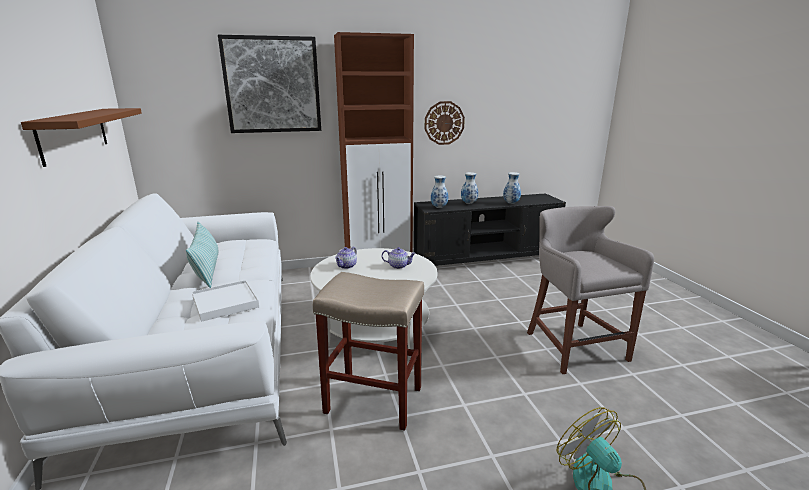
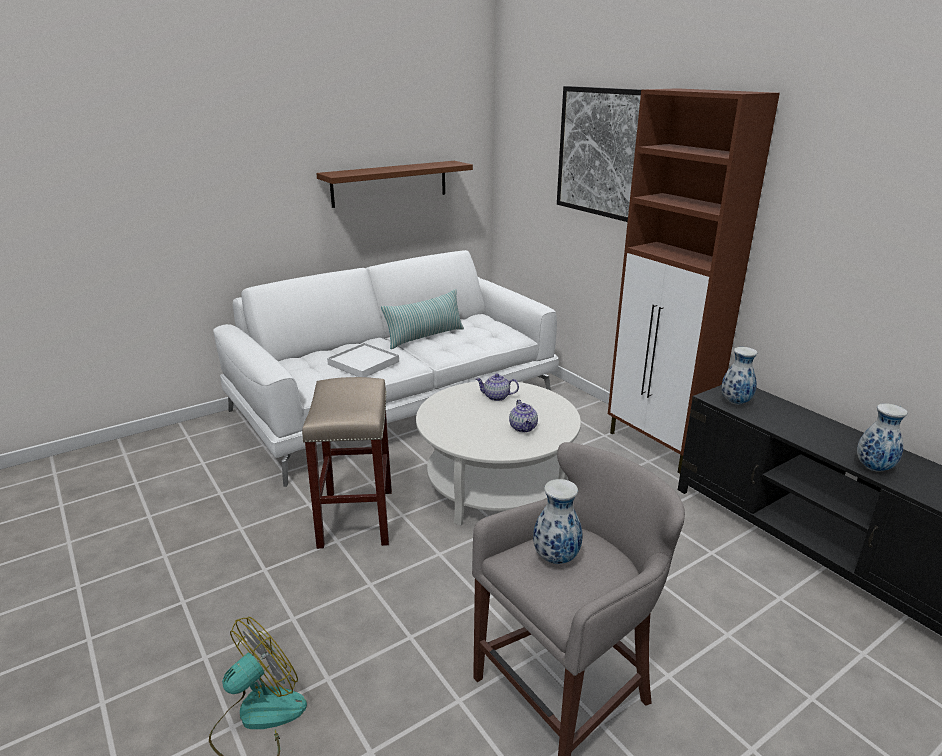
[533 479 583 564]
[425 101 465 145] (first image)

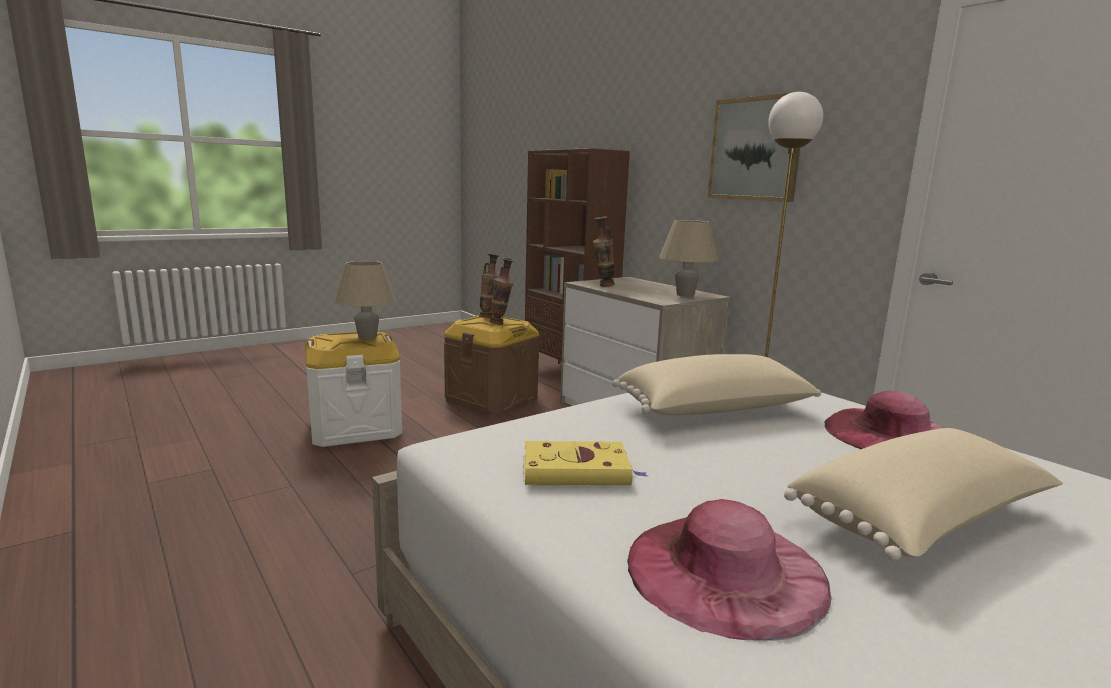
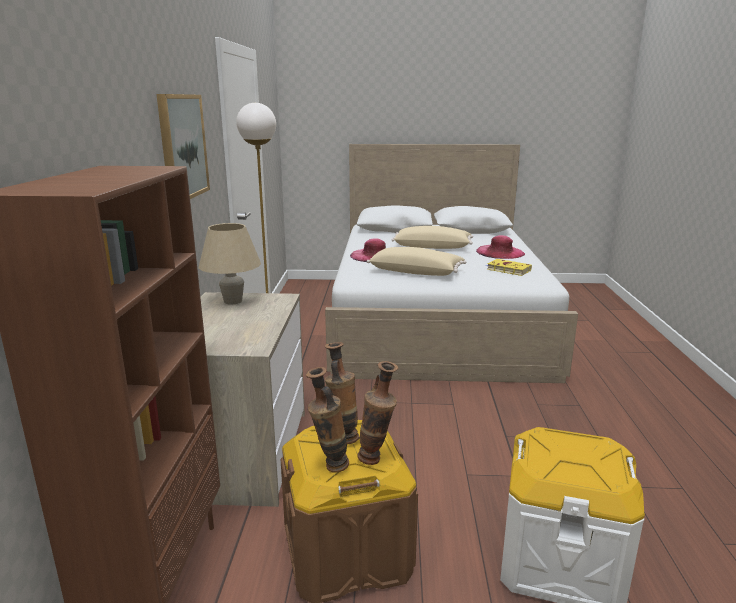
[357 361 398 465]
[335 261 397 340] (first image)

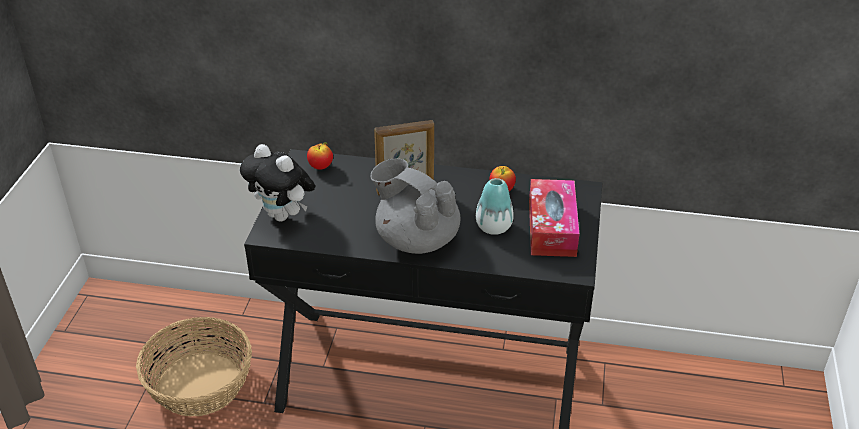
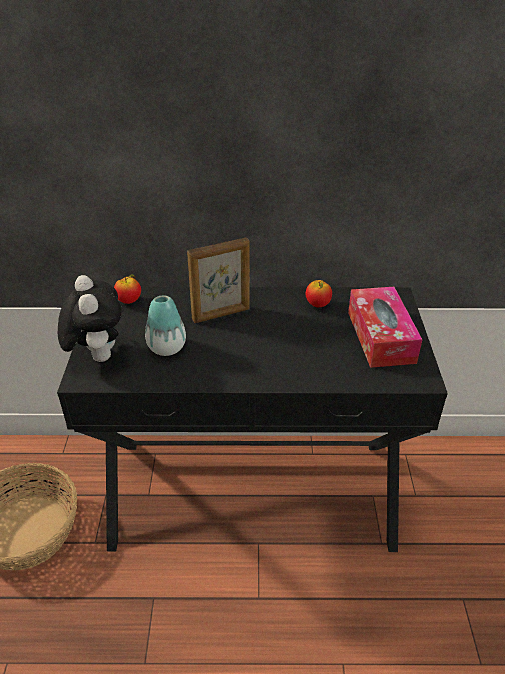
[58 275 122 362]
[145 295 186 356]
[370 159 460 254] (first image)

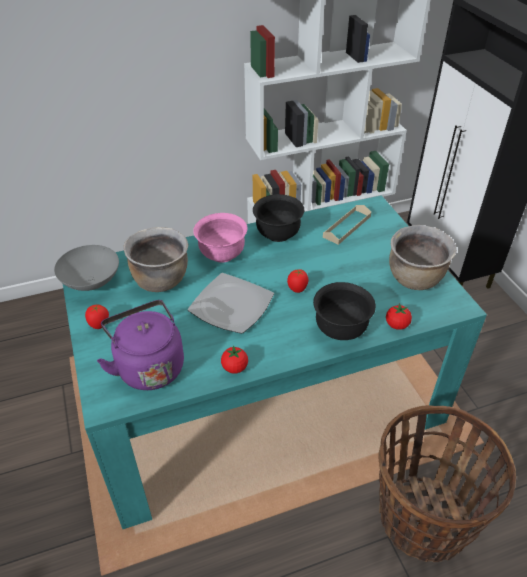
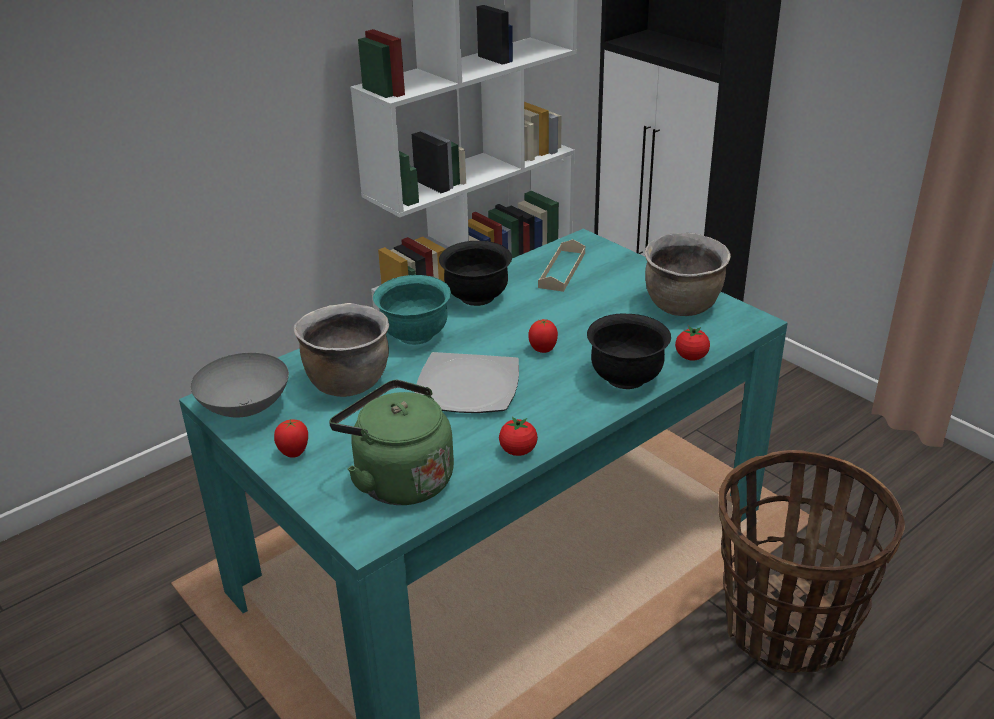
[329 380 454 505]
[373 275 451 345]

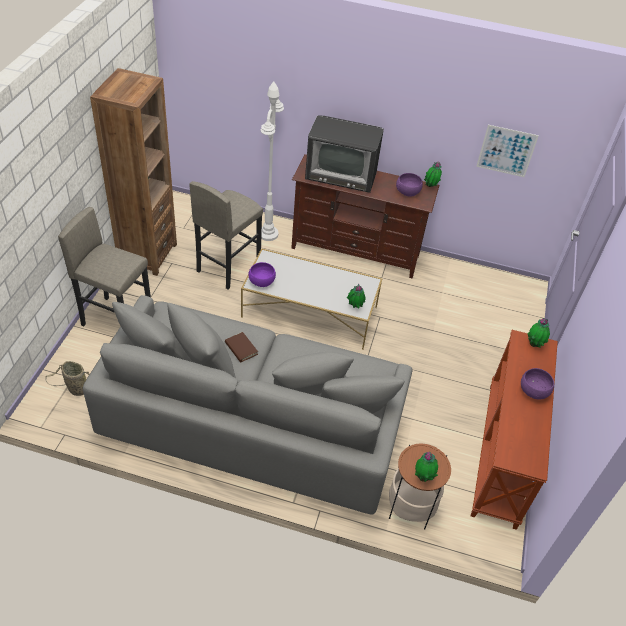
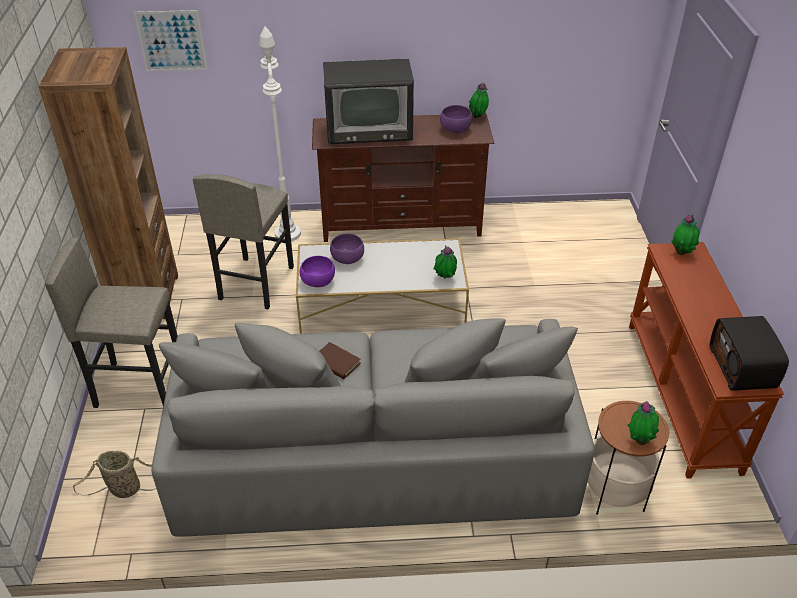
[134 10 208 71]
[330 233 364 264]
[710 316 789 391]

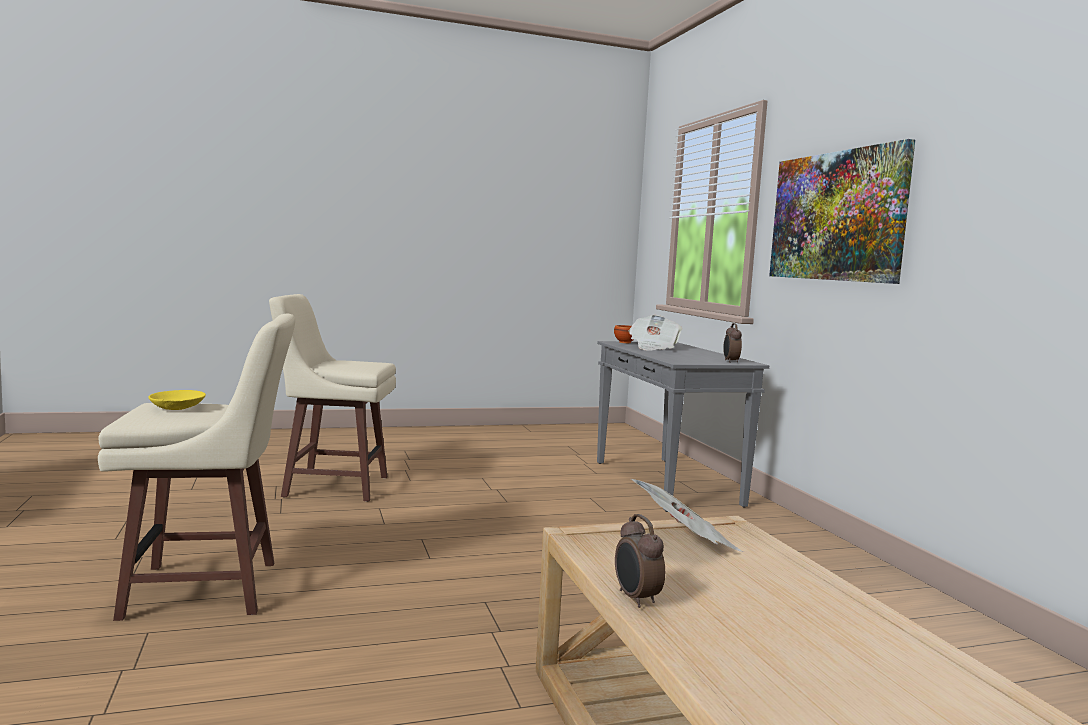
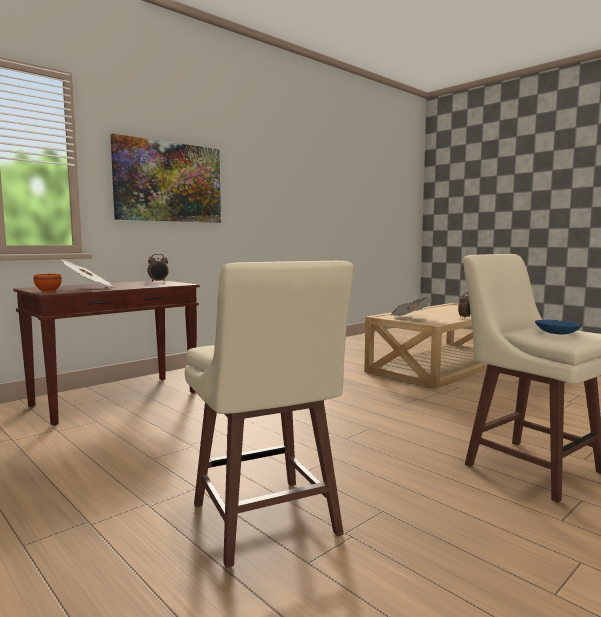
[13 280 200 426]
[535 320 582 334]

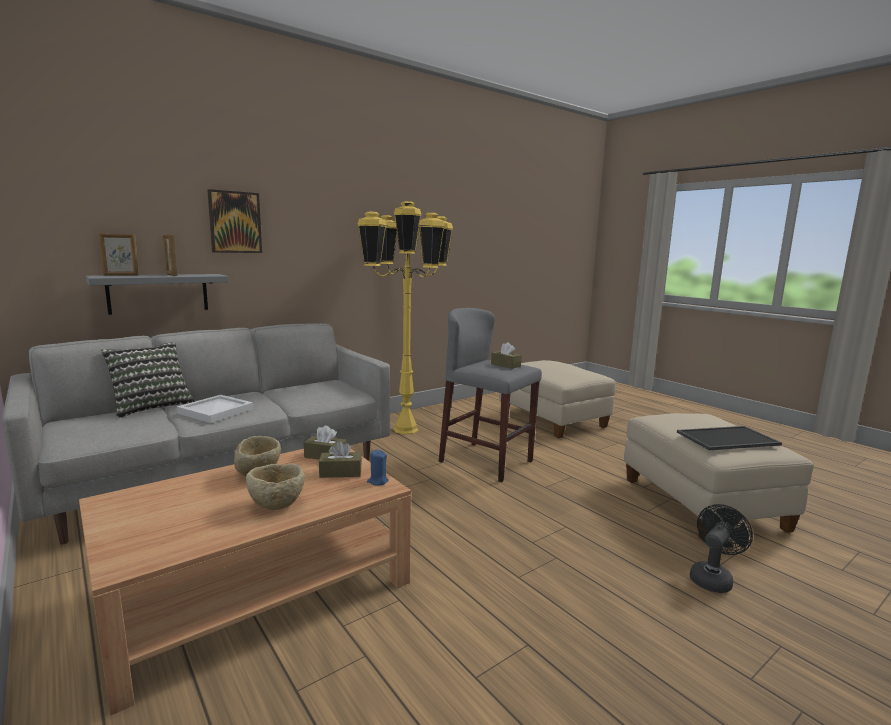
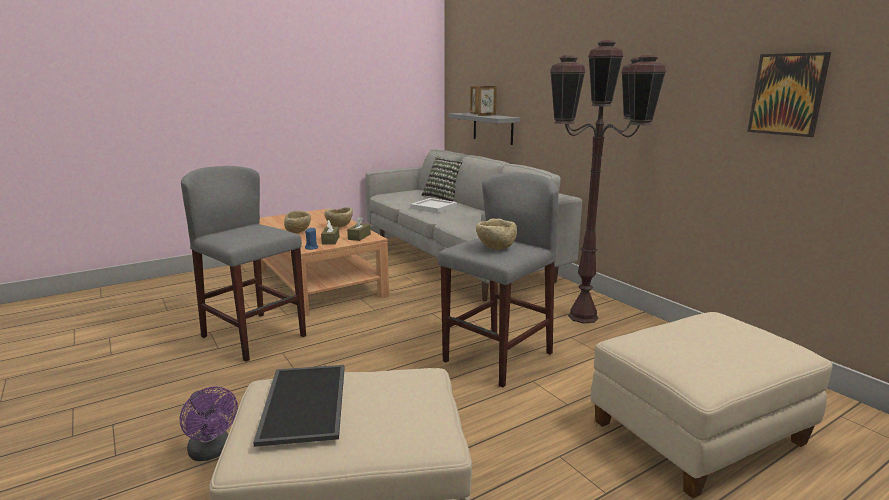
[180 386 238 461]
[181 166 306 362]
[476 218 517 250]
[550 40 666 324]
[747 52 831 137]

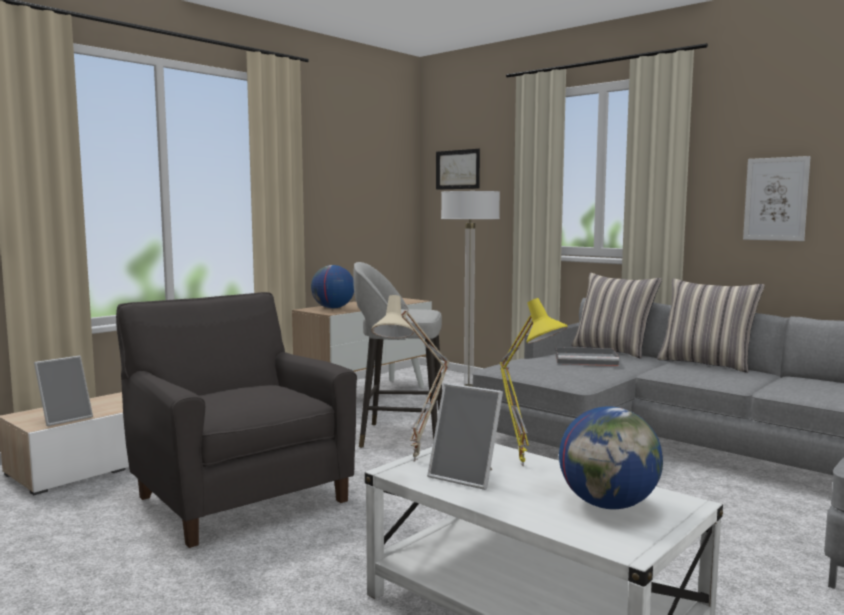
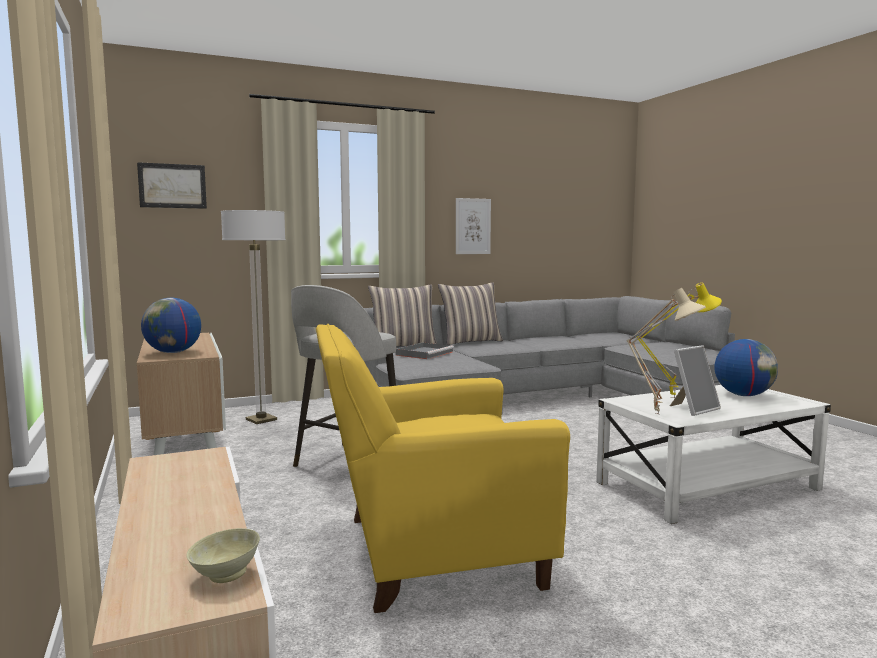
[187 528 260 583]
[316 324 570 613]

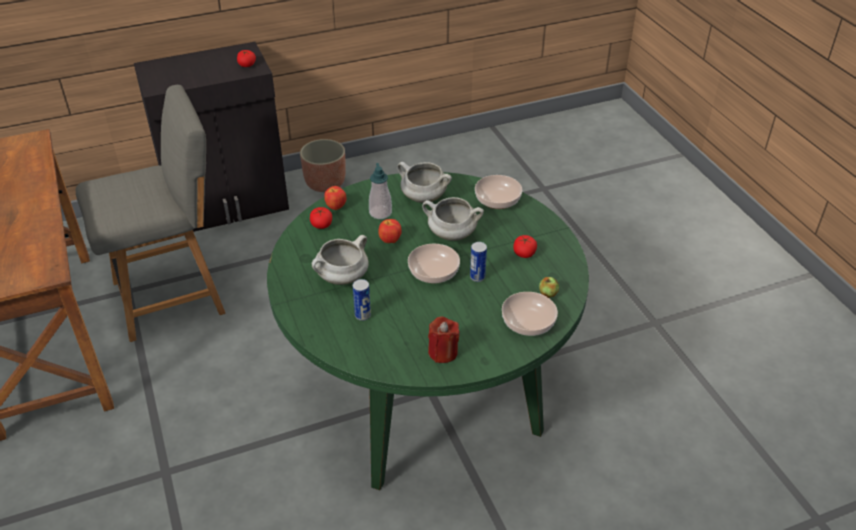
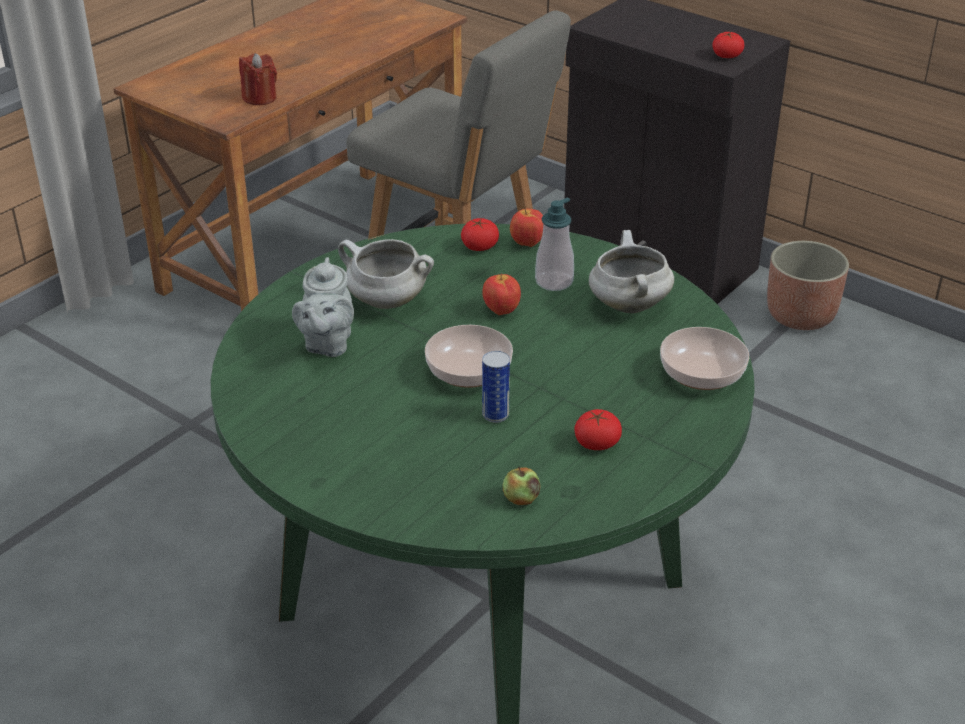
[239 53 277 105]
[292 257 354 357]
[422 197 484 241] (first image)
[502 292 558 336] (first image)

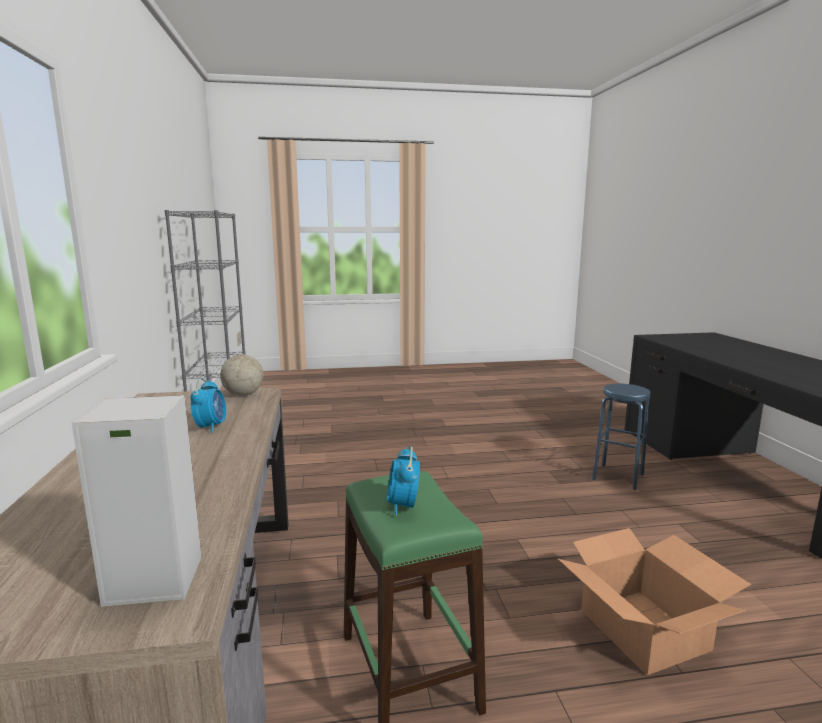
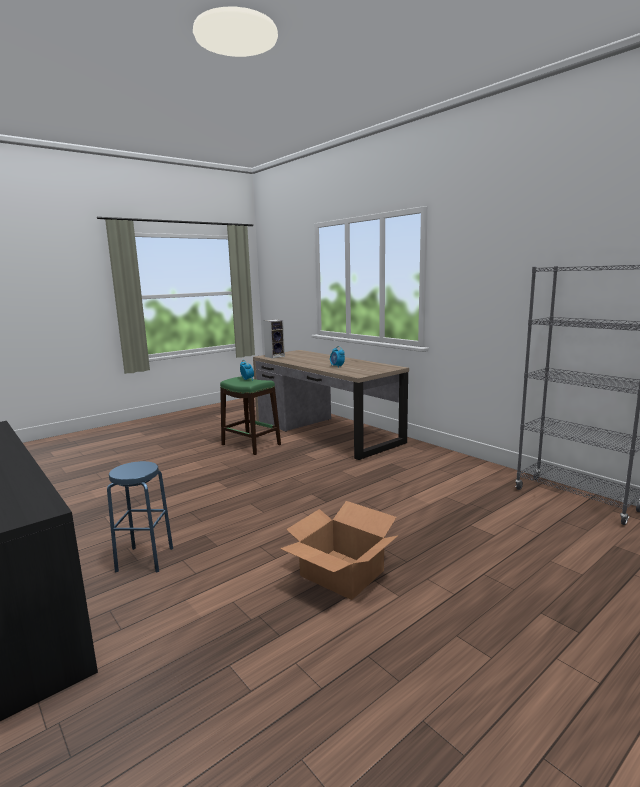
[280 501 398 600]
[220 331 263 396] (first image)

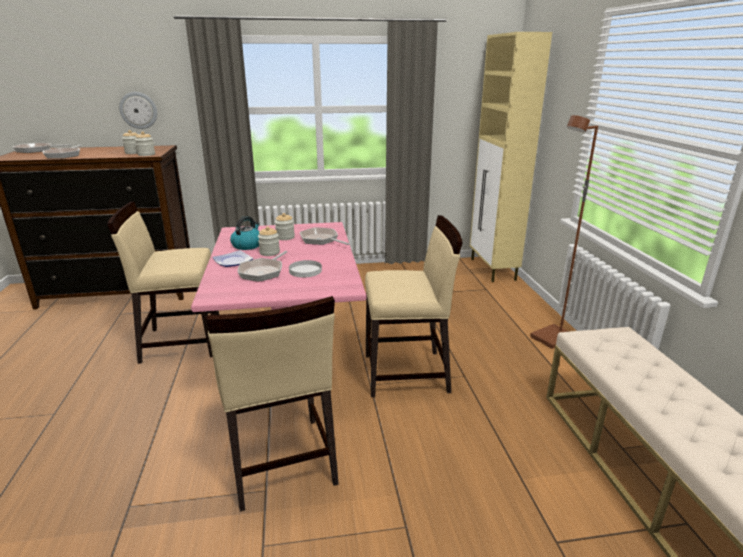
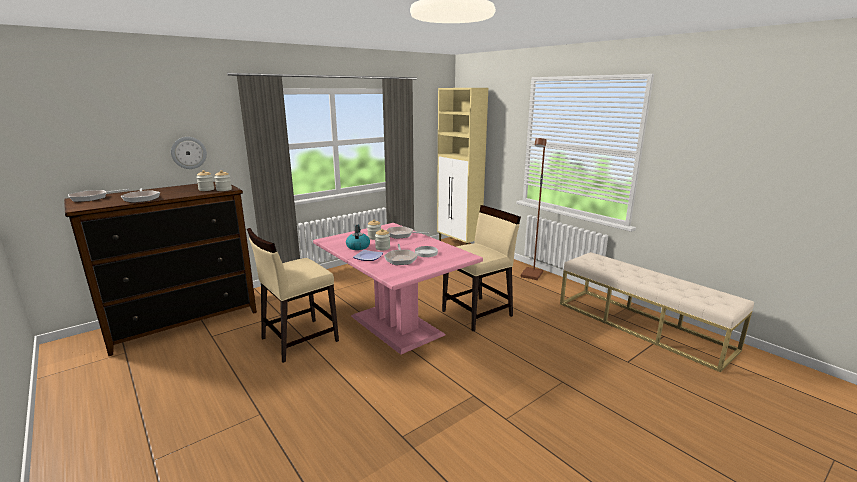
[206 296 339 512] (first image)

